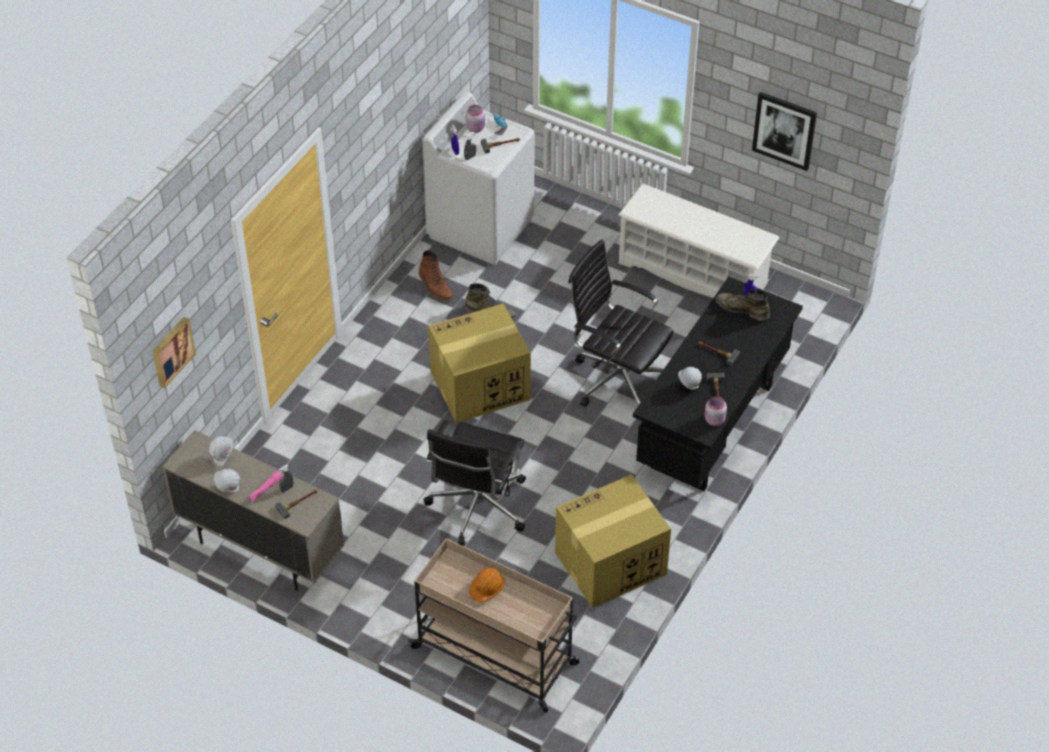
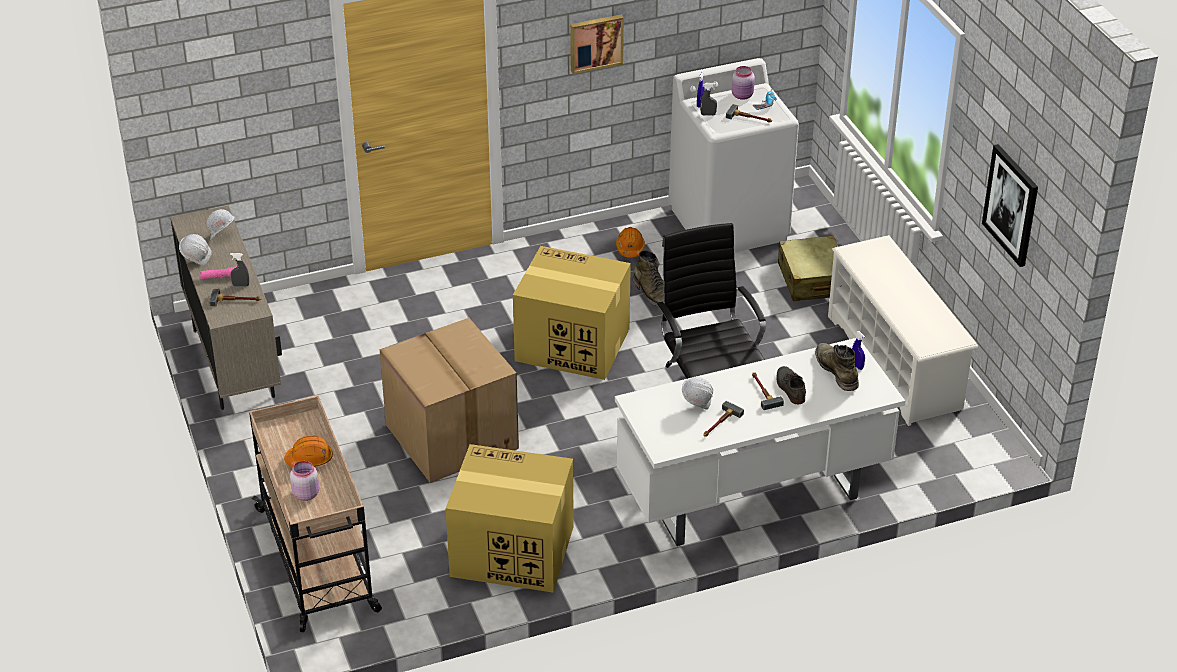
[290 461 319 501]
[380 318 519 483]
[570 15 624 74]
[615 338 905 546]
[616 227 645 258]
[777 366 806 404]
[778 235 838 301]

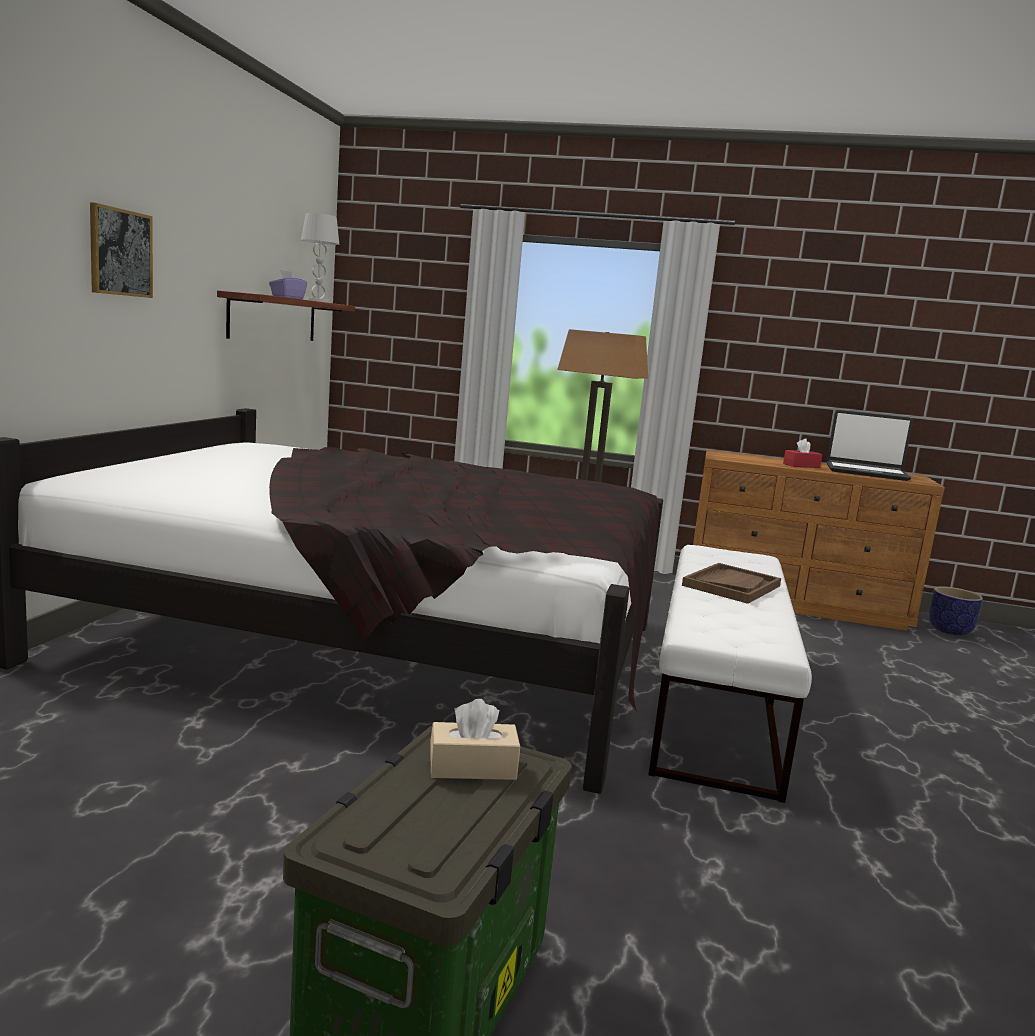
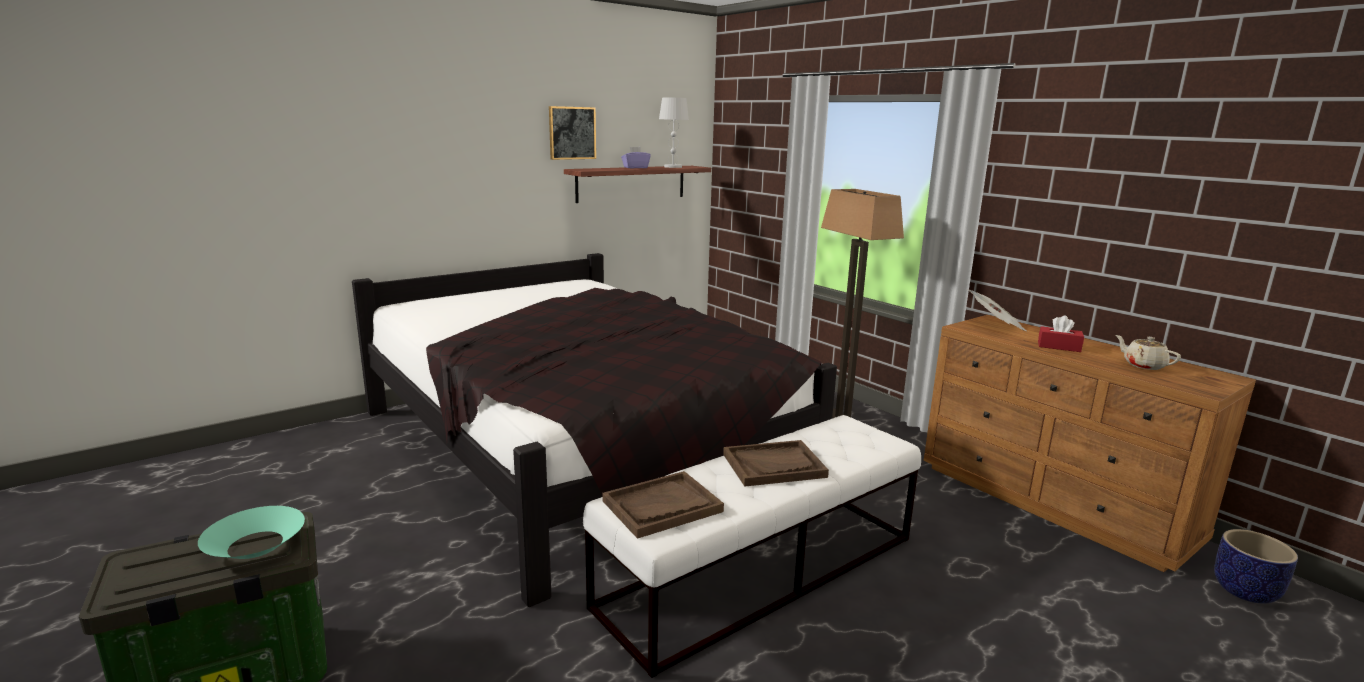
[198 506 305 559]
[549 106 596 160]
[602 471 724 539]
[968 289 1028 332]
[1116 335 1181 370]

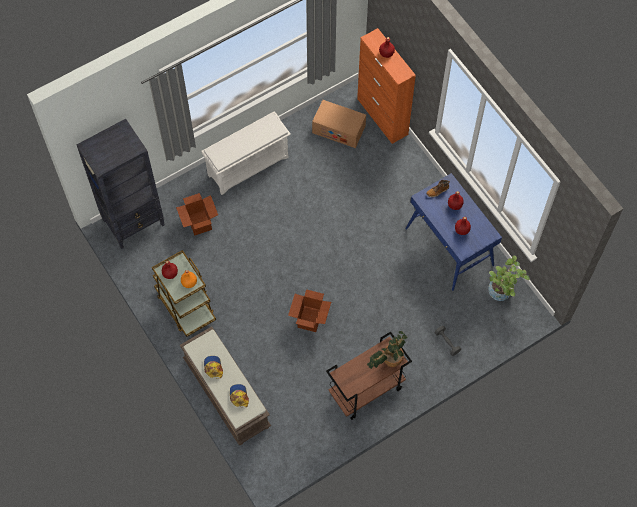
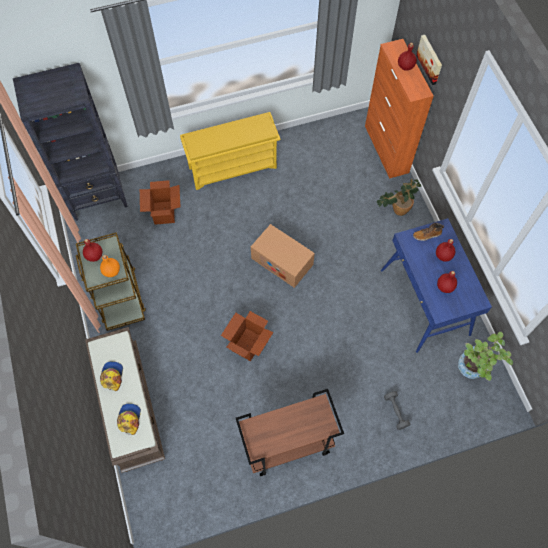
[180 112 281 190]
[251 224 315 288]
[376 179 421 216]
[416 35 442 85]

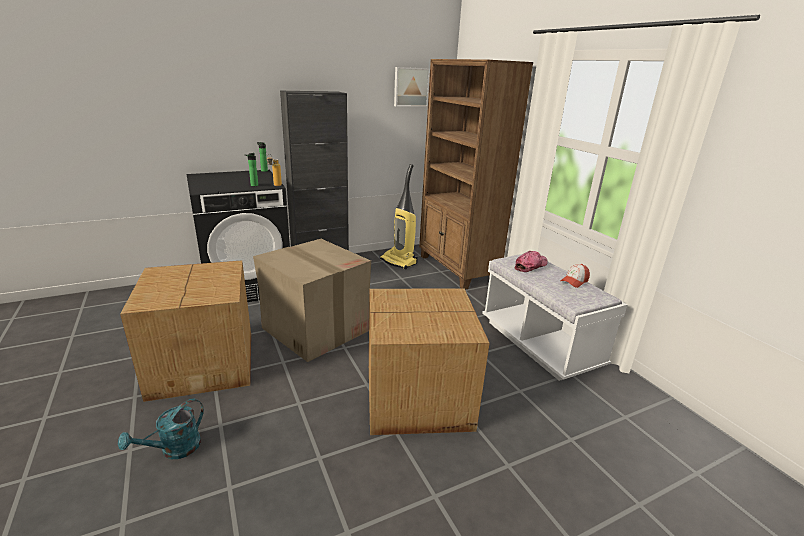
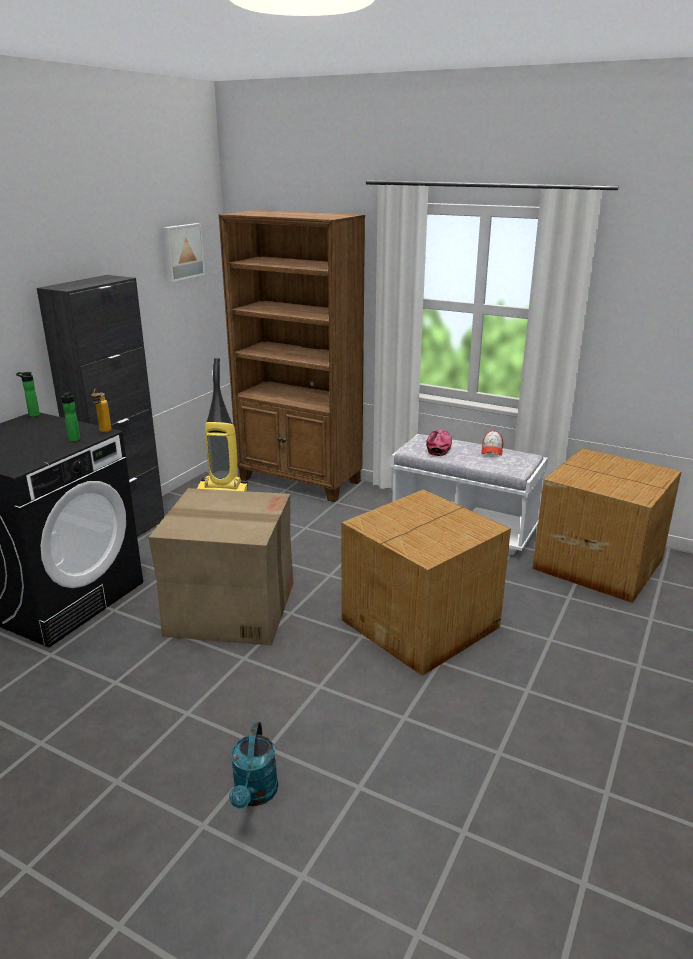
[532 448 682 603]

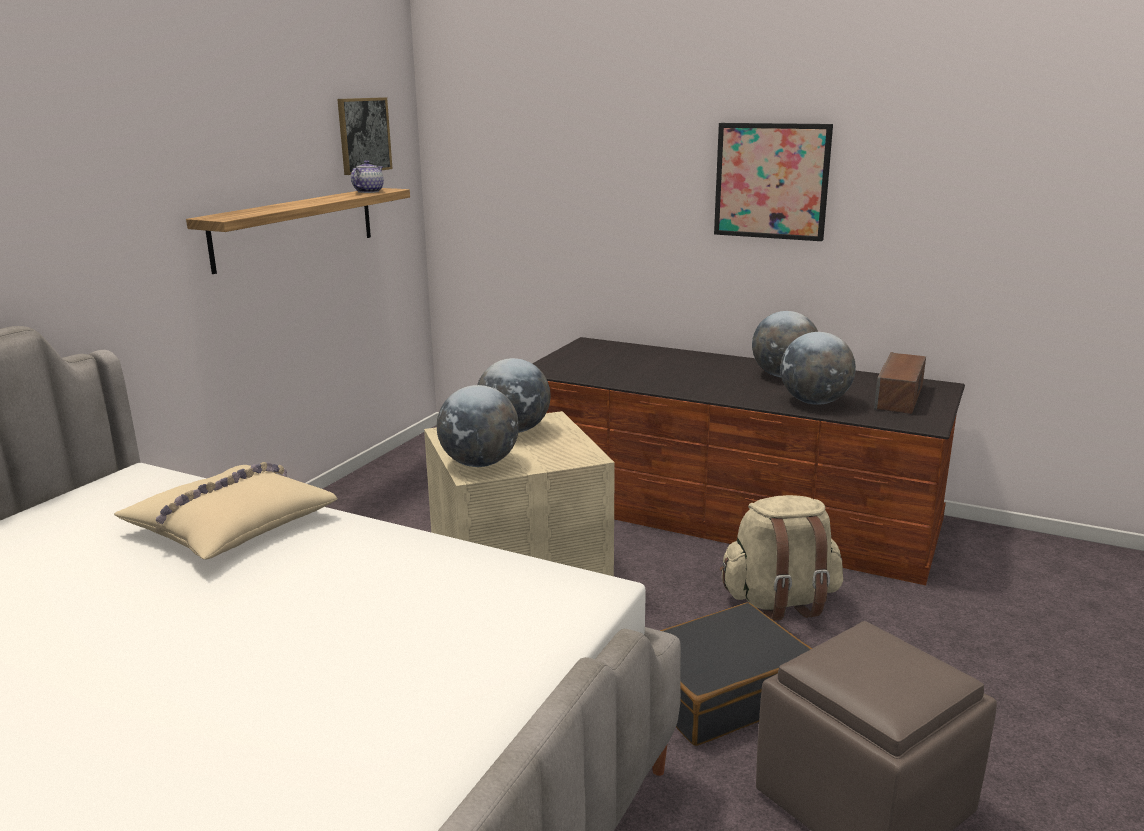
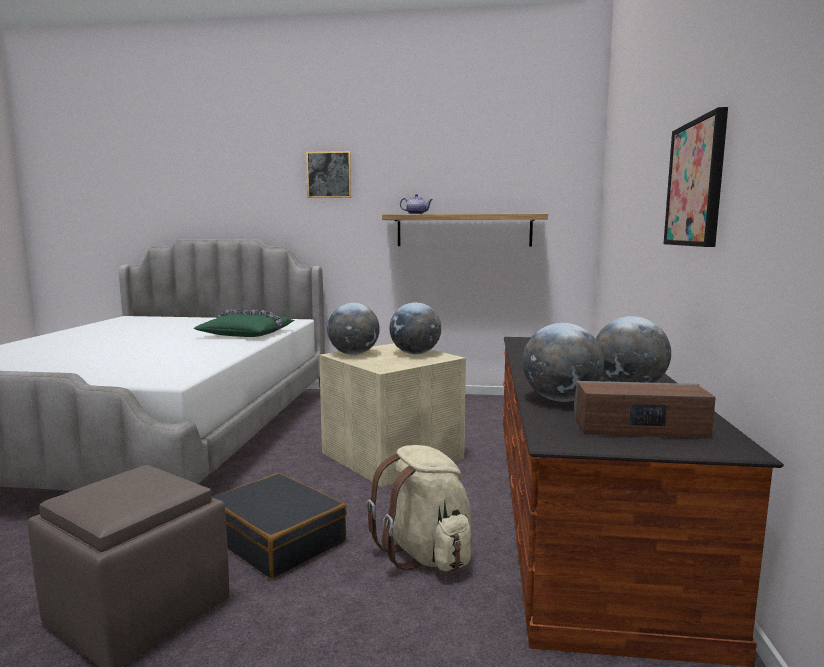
[193 309 295 337]
[306 151 352 198]
[400 194 433 214]

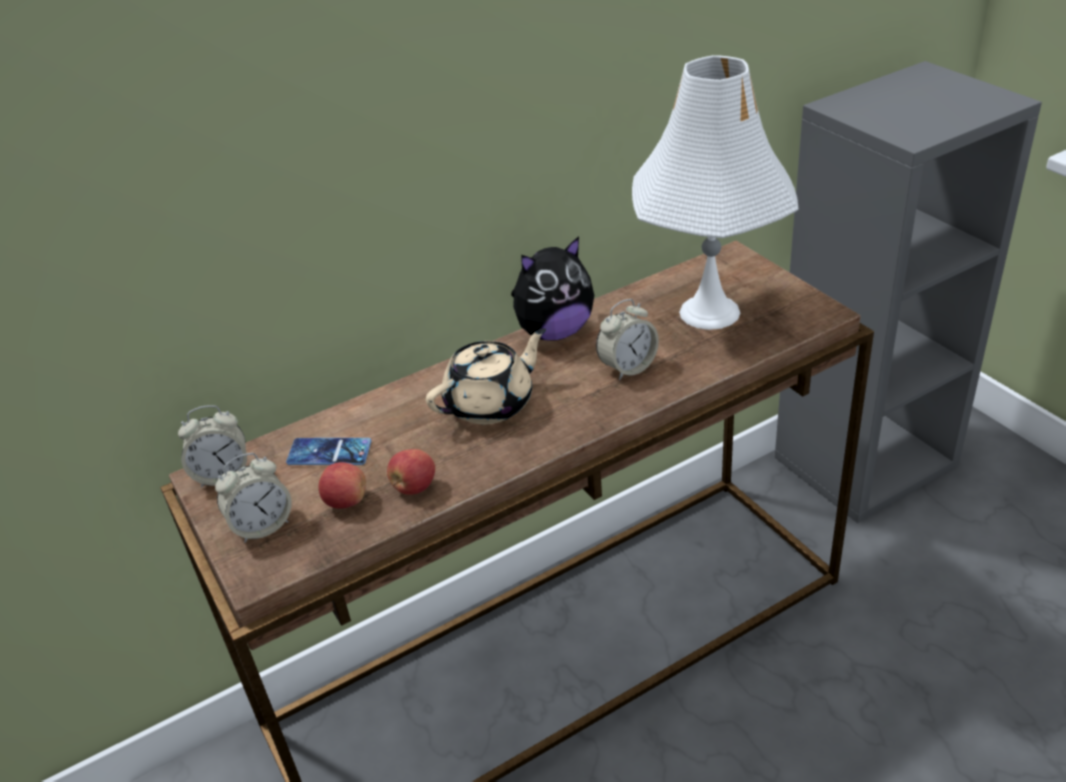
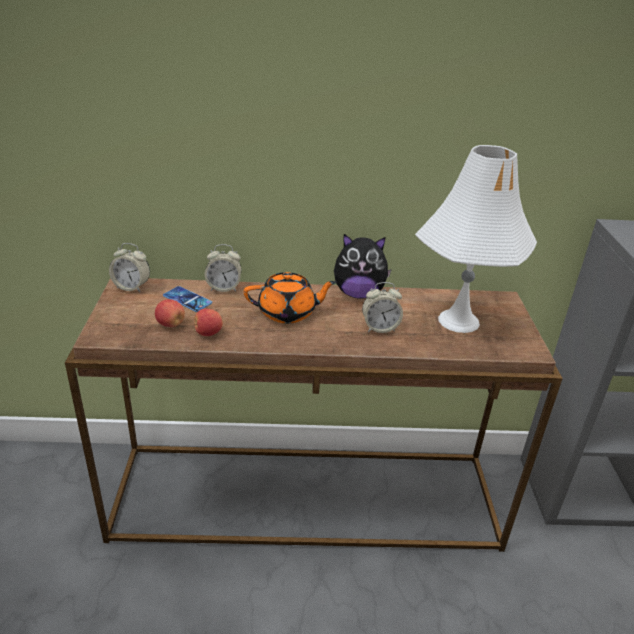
[205 244 241 292]
[244 272 337 323]

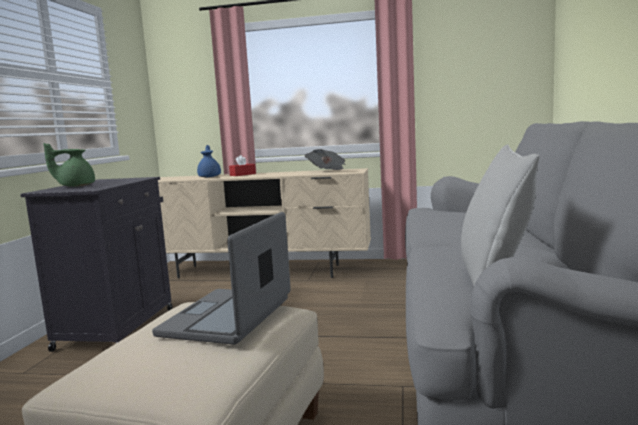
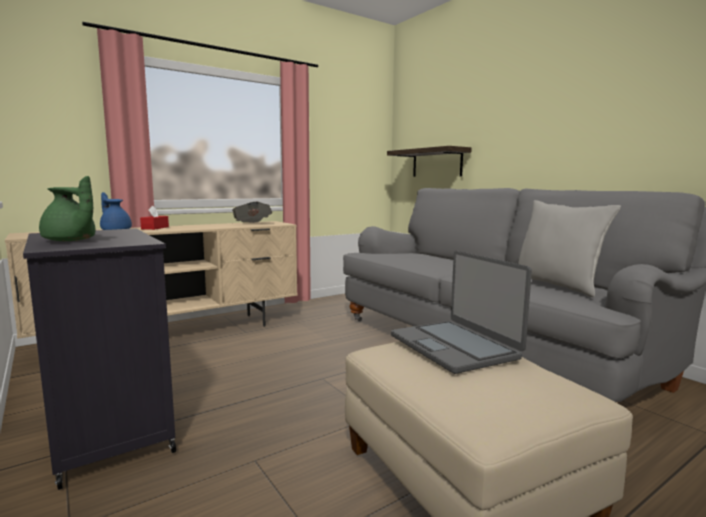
[39 176 95 241]
[387 146 472 177]

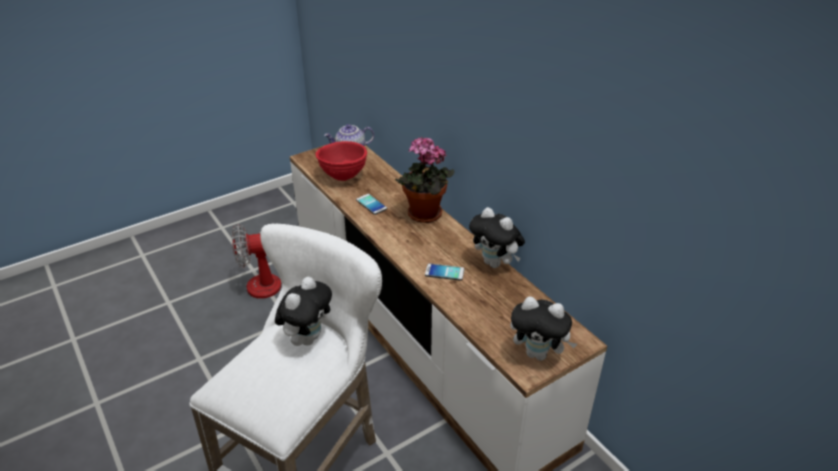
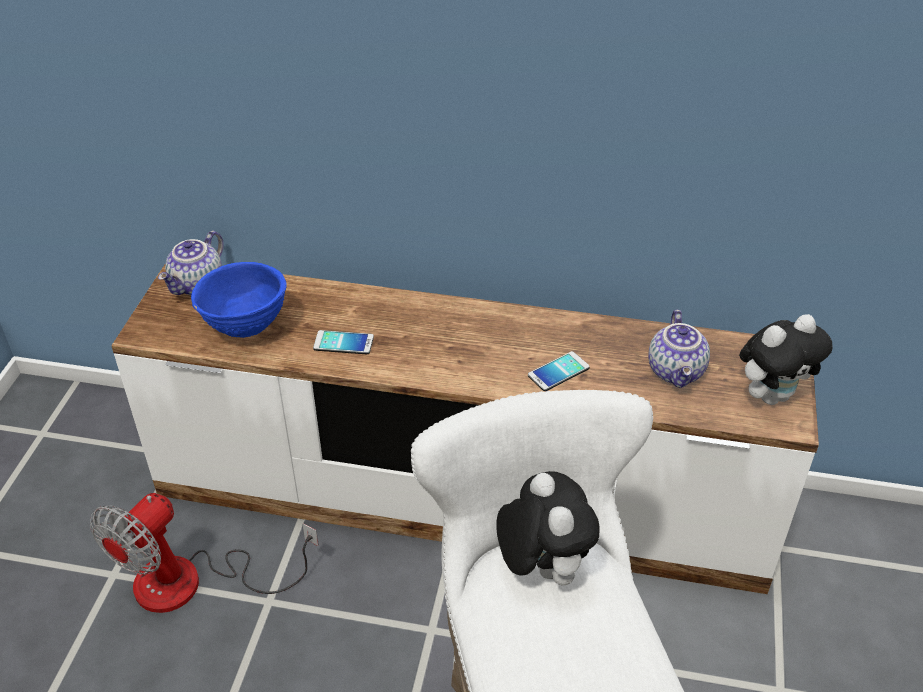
[191 262 287 338]
[648 310 710 388]
[395 137 455 223] (first image)
[469 207 525 268] (first image)

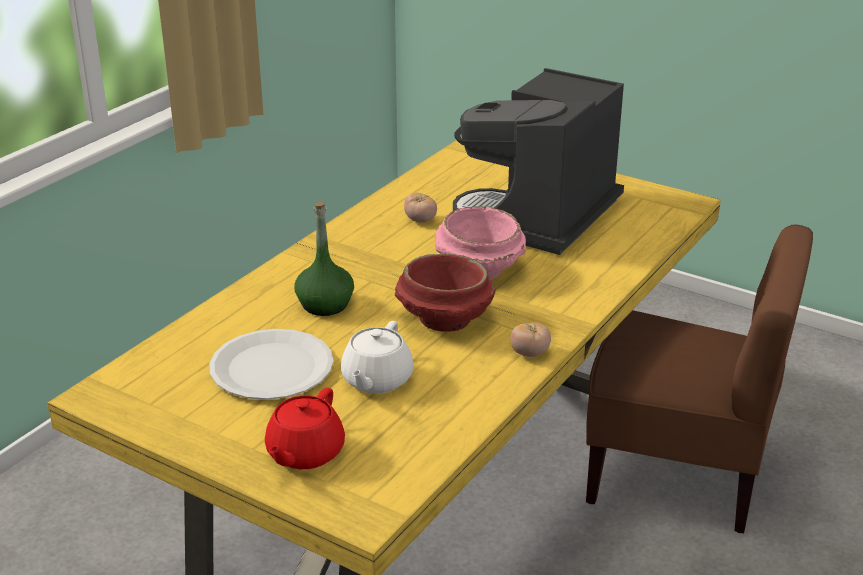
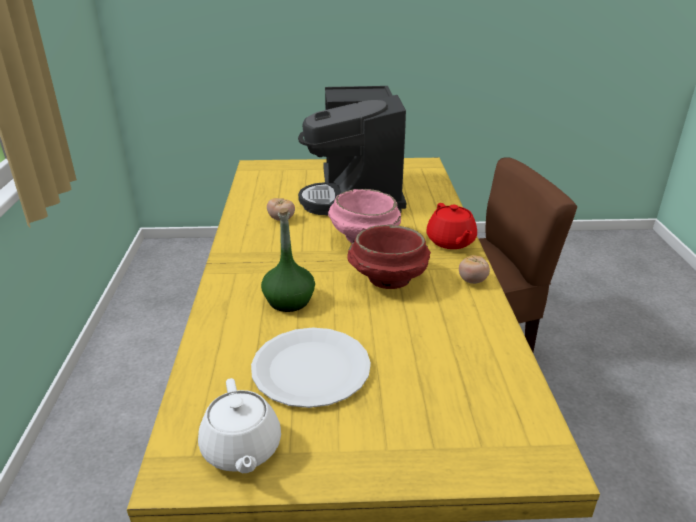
[198 378 281 473]
[426 203 477 249]

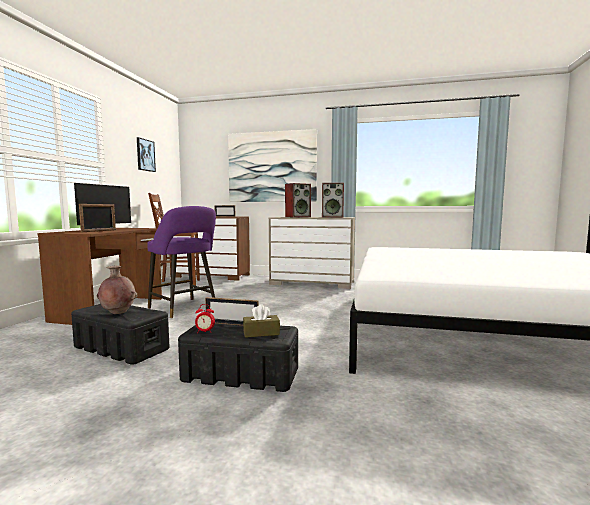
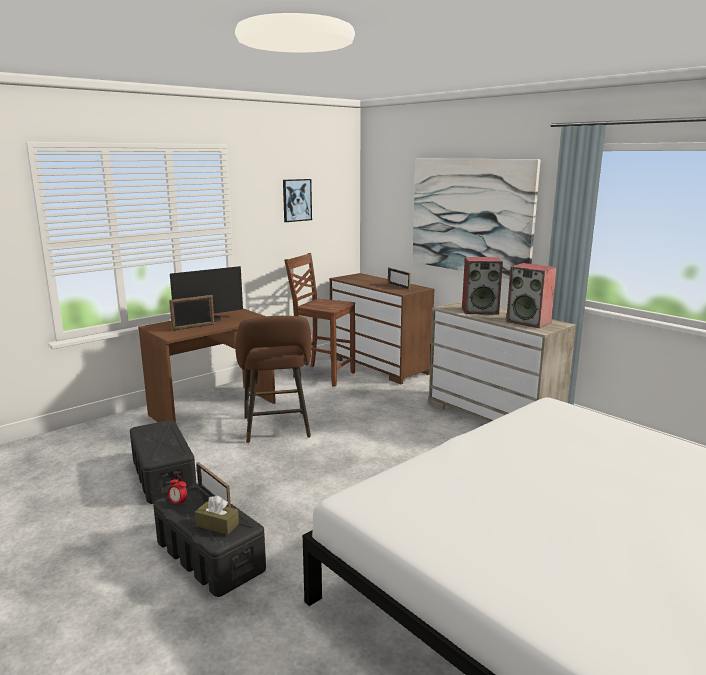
[235 316 312 443]
[97 265 137 314] (first image)

